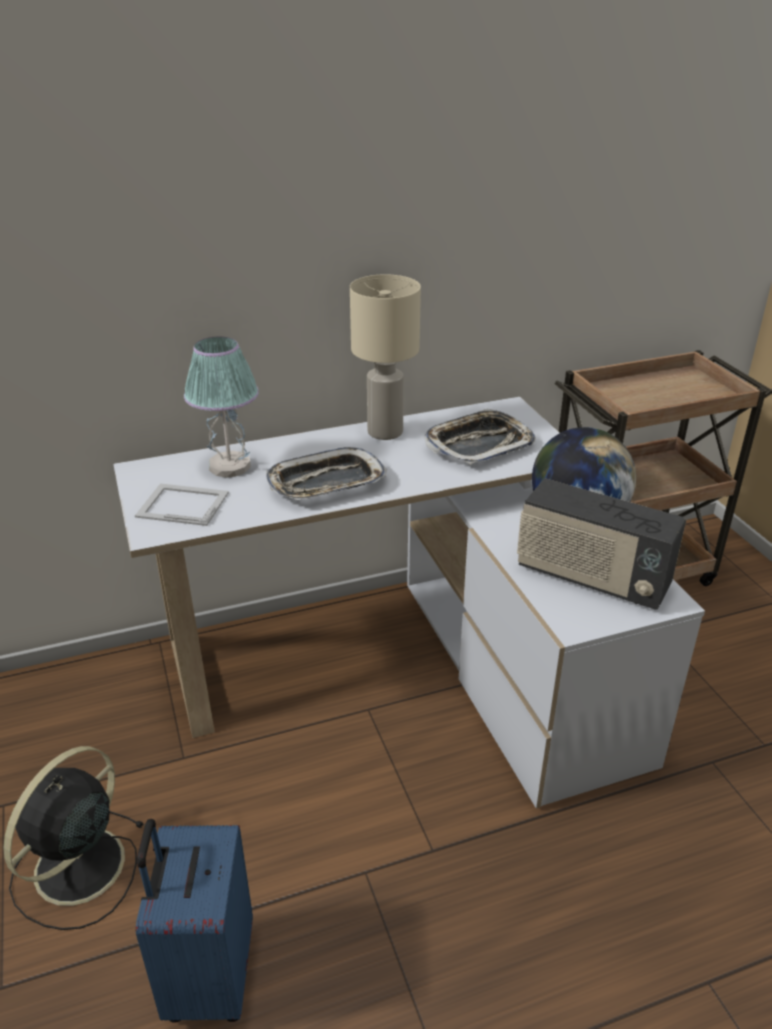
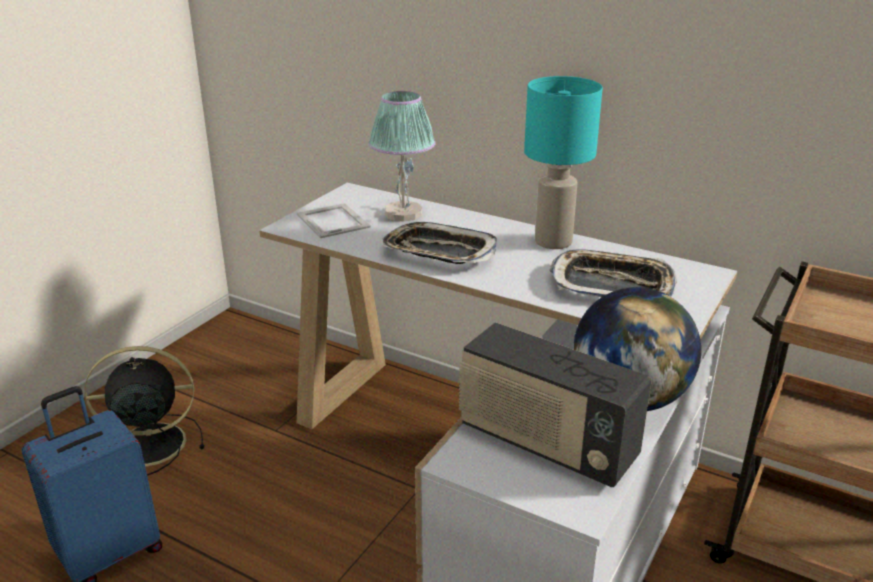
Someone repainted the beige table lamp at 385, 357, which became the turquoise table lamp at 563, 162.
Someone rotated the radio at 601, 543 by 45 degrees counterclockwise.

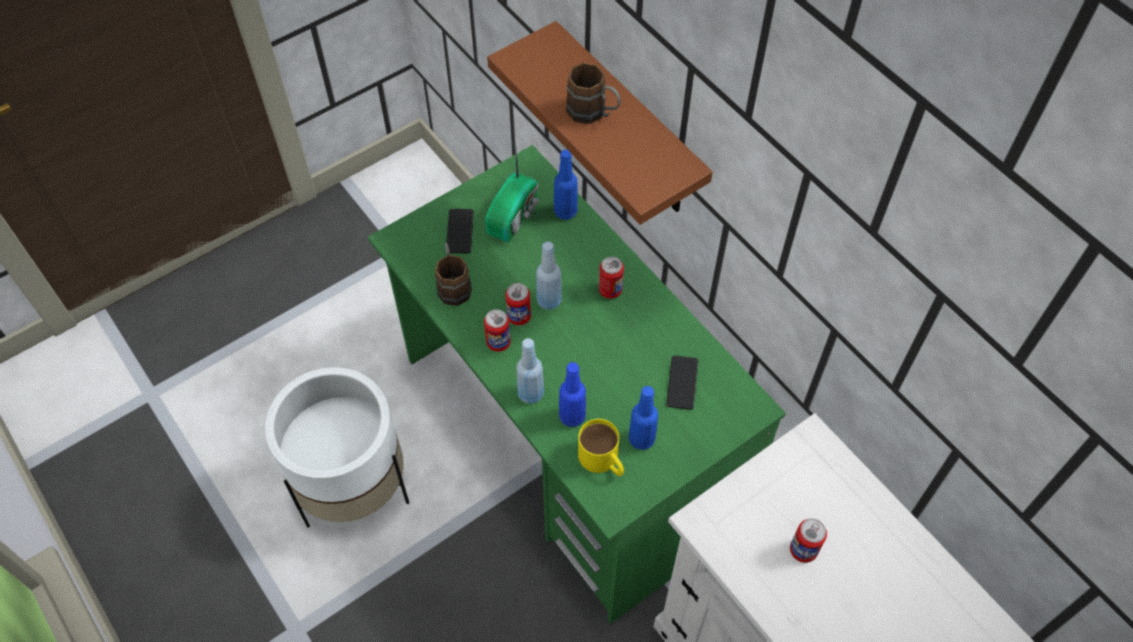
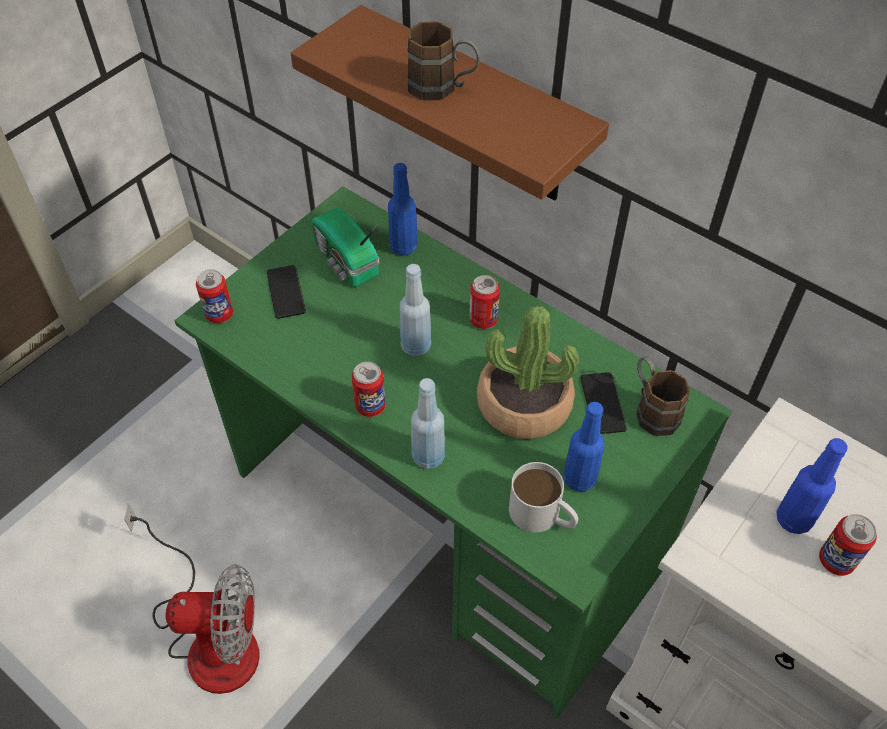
Someone put down the potted plant at 528, 372.
Someone carried the brown mug from 453, 274 to 663, 396.
Someone carried the can from 518, 304 to 214, 296.
Someone carried the blue bottle from 572, 394 to 812, 486.
Someone swapped the white planter at 337, 447 for the fan at 192, 598.
Someone repainted the yellow mug at 601, 447, which became the white mug at 543, 497.
Someone rotated the radio at 512, 192 by 135 degrees clockwise.

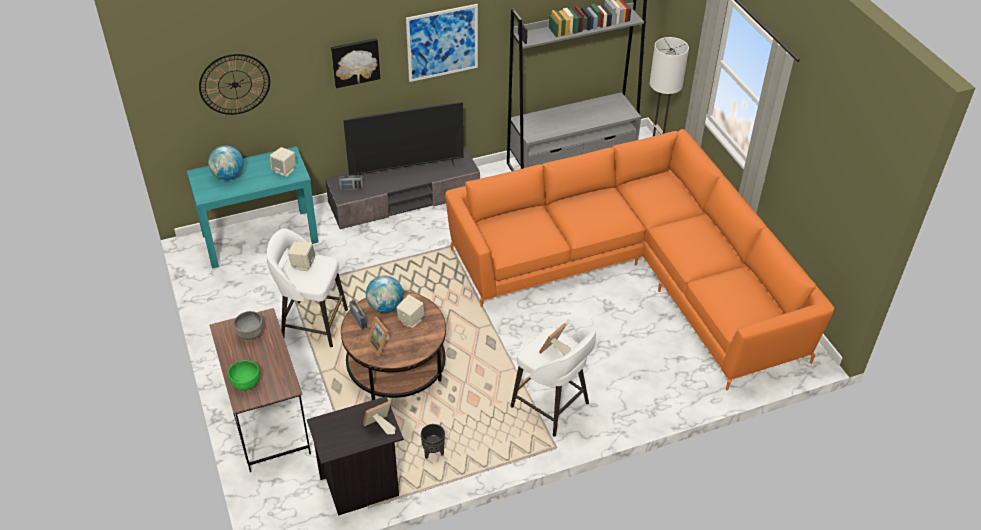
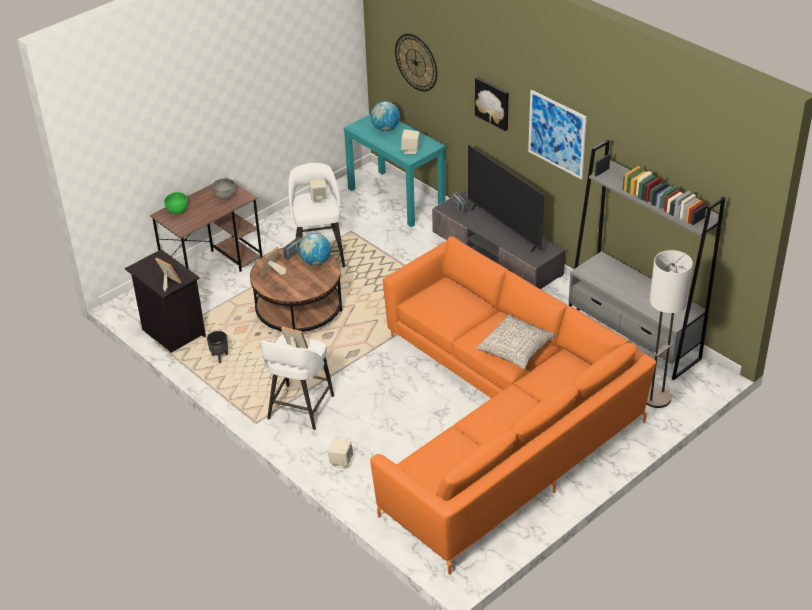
Someone put down the grey pillow at 516, 341.
Someone carried the beige speaker from 410, 311 to 340, 454.

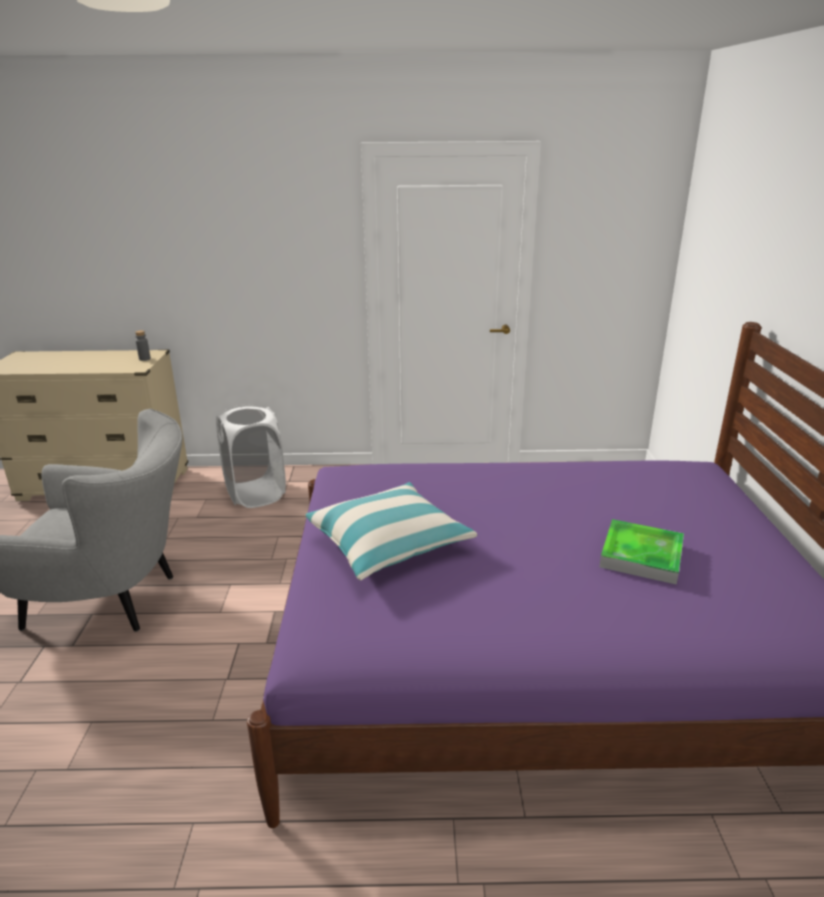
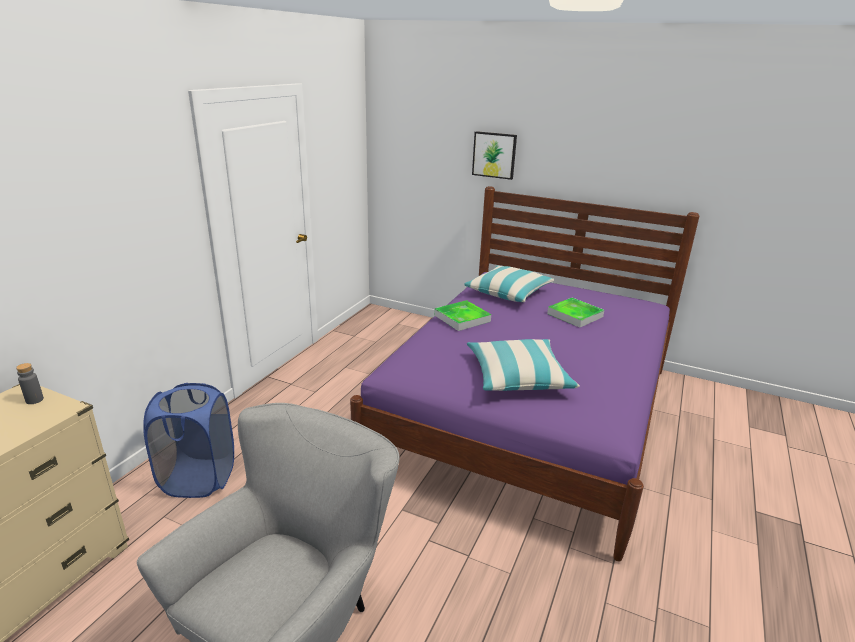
Someone put down the tray at 463, 315.
Someone put down the pillow at 509, 284.
Someone put up the picture at 494, 155.
Someone repainted the white laundry basket at 251, 456, which became the blue laundry basket at 188, 440.

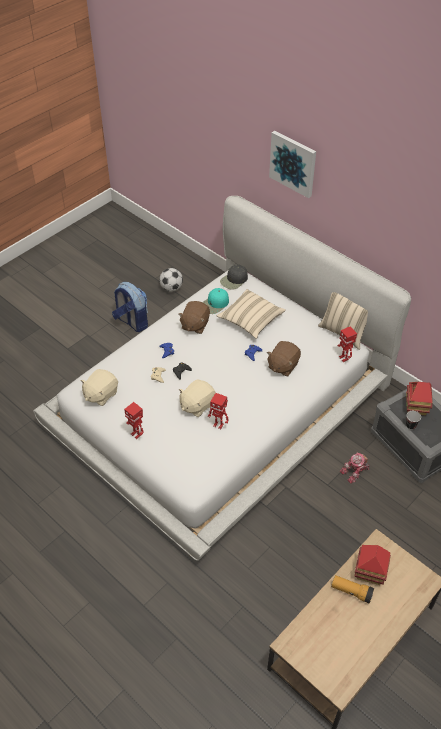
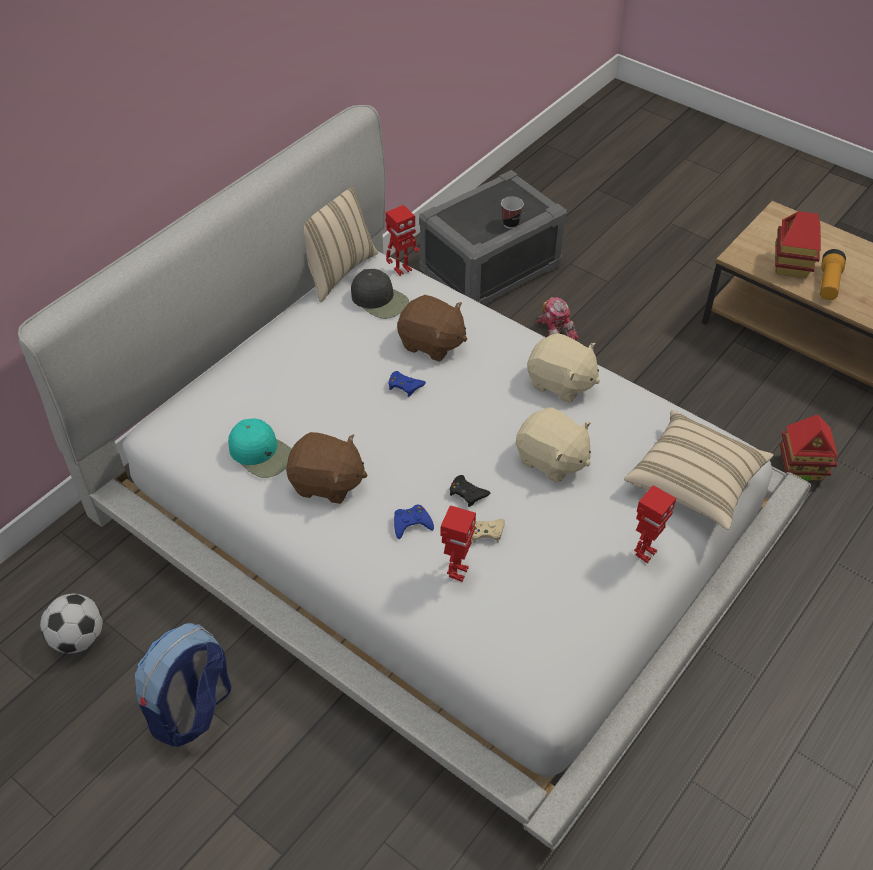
Someone took away the picture at 292, 164.
Someone carried the beige plush toy from 99, 387 to 563, 368.
Someone carried the toy robot from 218, 411 to 458, 543.
Someone carried the beige pillow from 251, 314 to 698, 470.
Someone carried the black cap from 234, 276 to 380, 294.
Someone carried the toy house from 419, 398 to 809, 447.

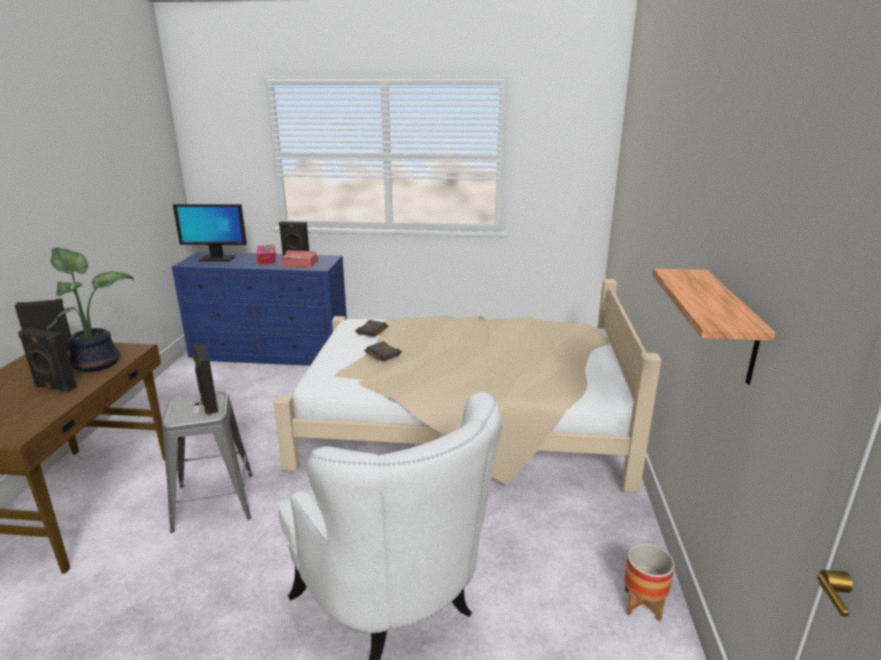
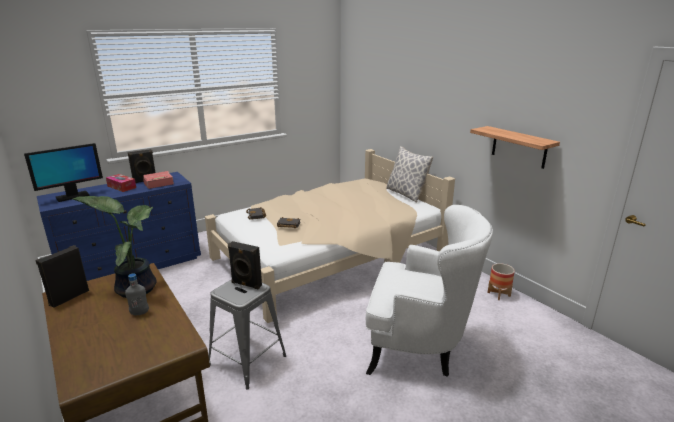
Someone put down the pillow at 409, 174.
Someone swapped the black speaker at 47, 360 for the grey bottle at 137, 294.

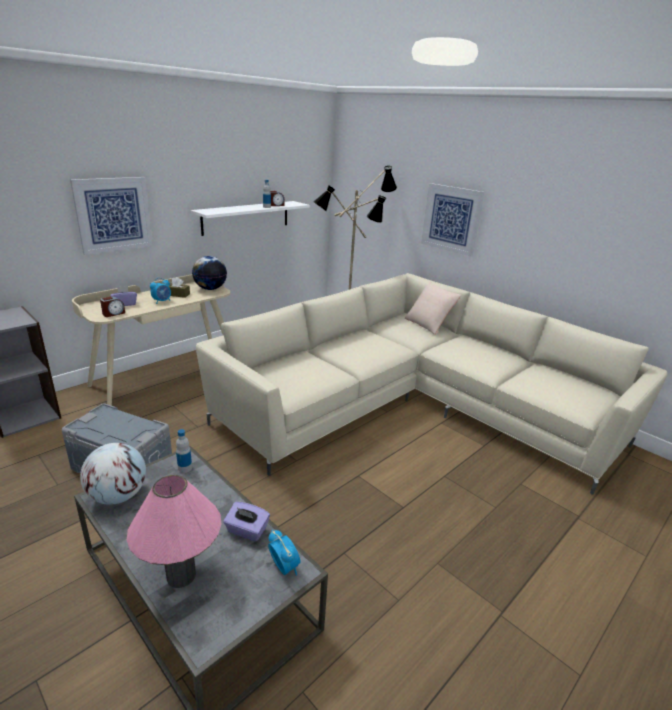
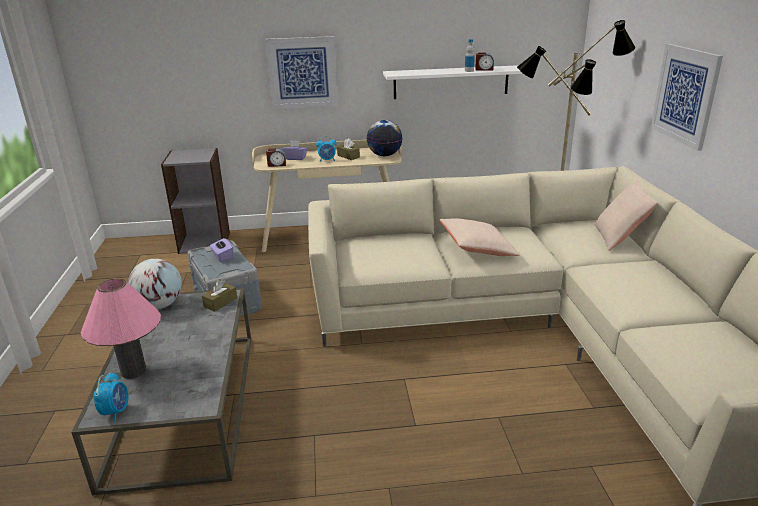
Someone put down the beige pillow at 480, 237.
Someone carried the purple tissue box from 246, 522 to 222, 250.
Someone carried the alarm clock from 284, 553 to 110, 397.
Someone swapped the bottle at 184, 451 for the brown tissue box at 219, 296.

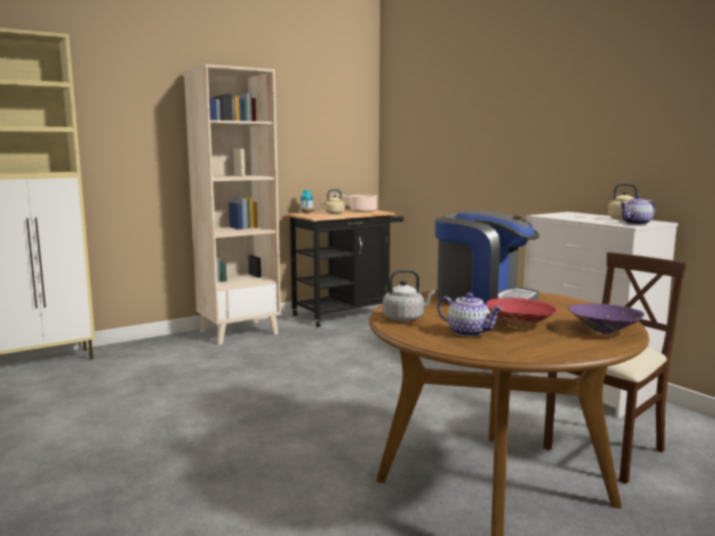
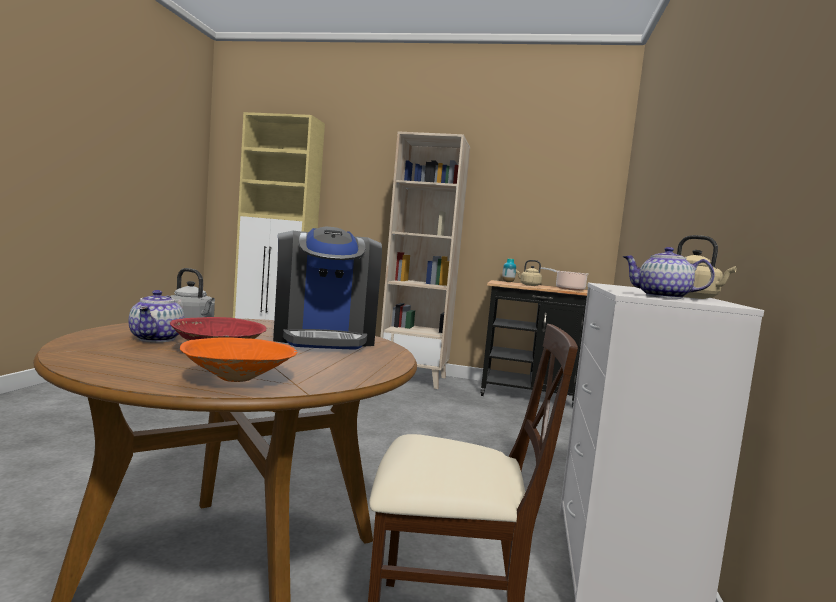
Someone repainted the purple bowl at 606, 318, which became the orange bowl at 238, 359.

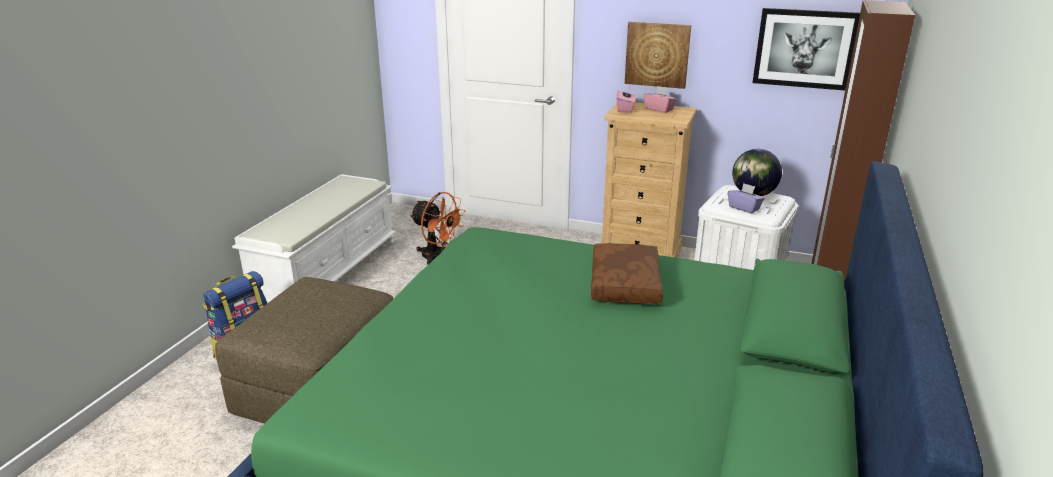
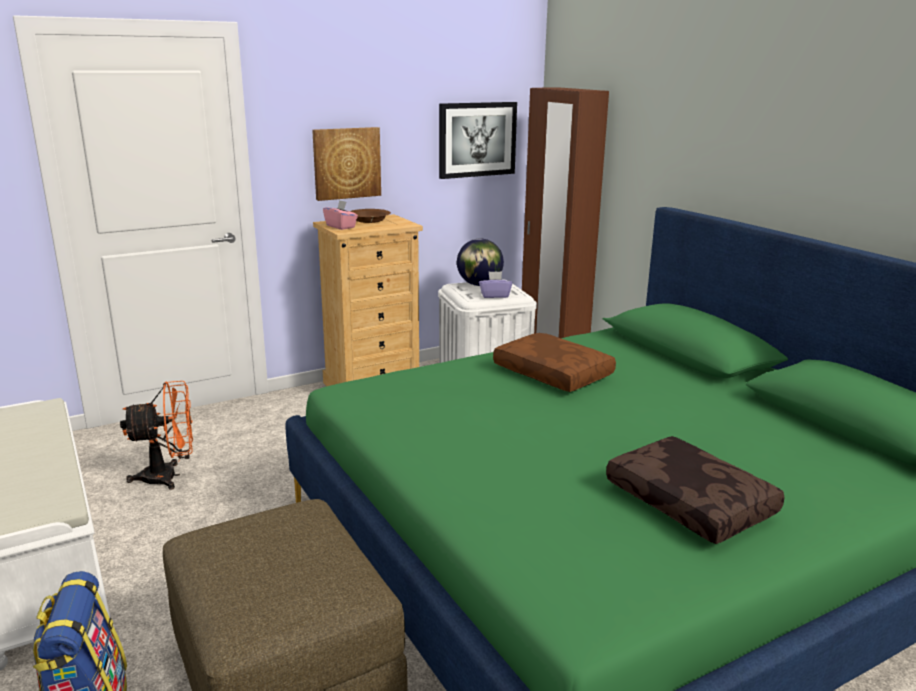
Someone put down the brown pillow at 695, 490.
Someone swapped the pink tissue box at 660, 99 for the brown bowl at 370, 216.

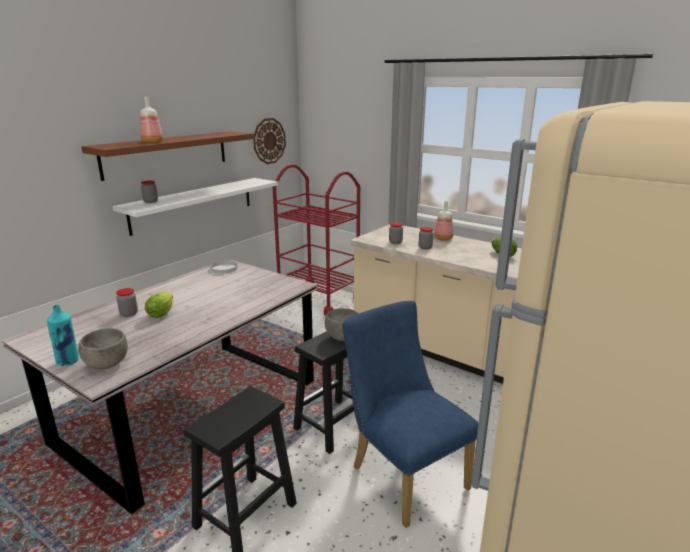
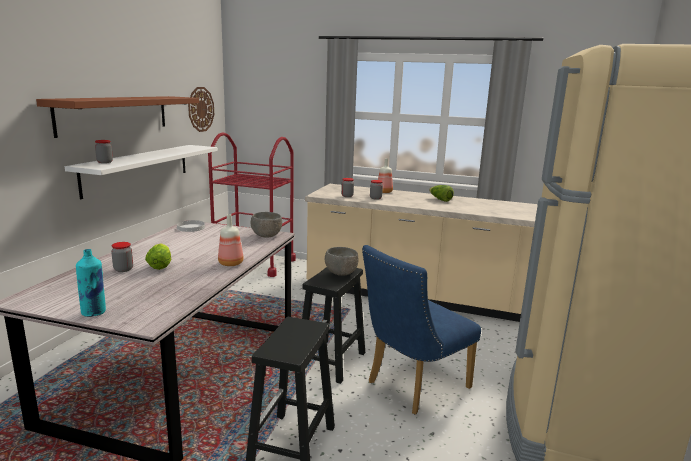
Someone carried the grey bowl from 103, 348 to 266, 225.
Someone carried the bottle from 151, 120 to 231, 240.
Someone rotated the blue chair at 410, 414 by 75 degrees counterclockwise.

